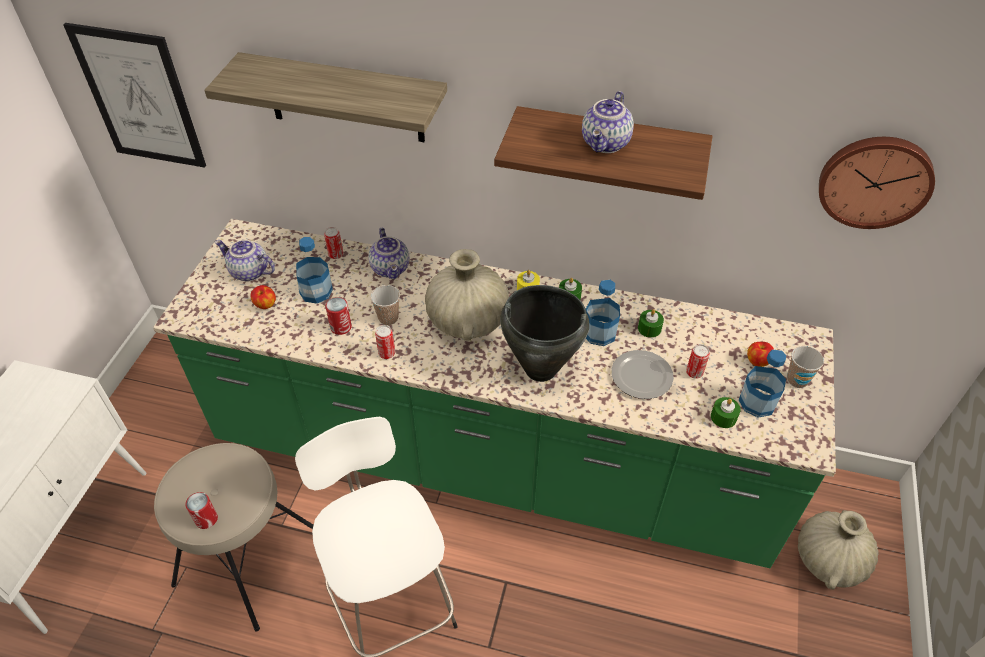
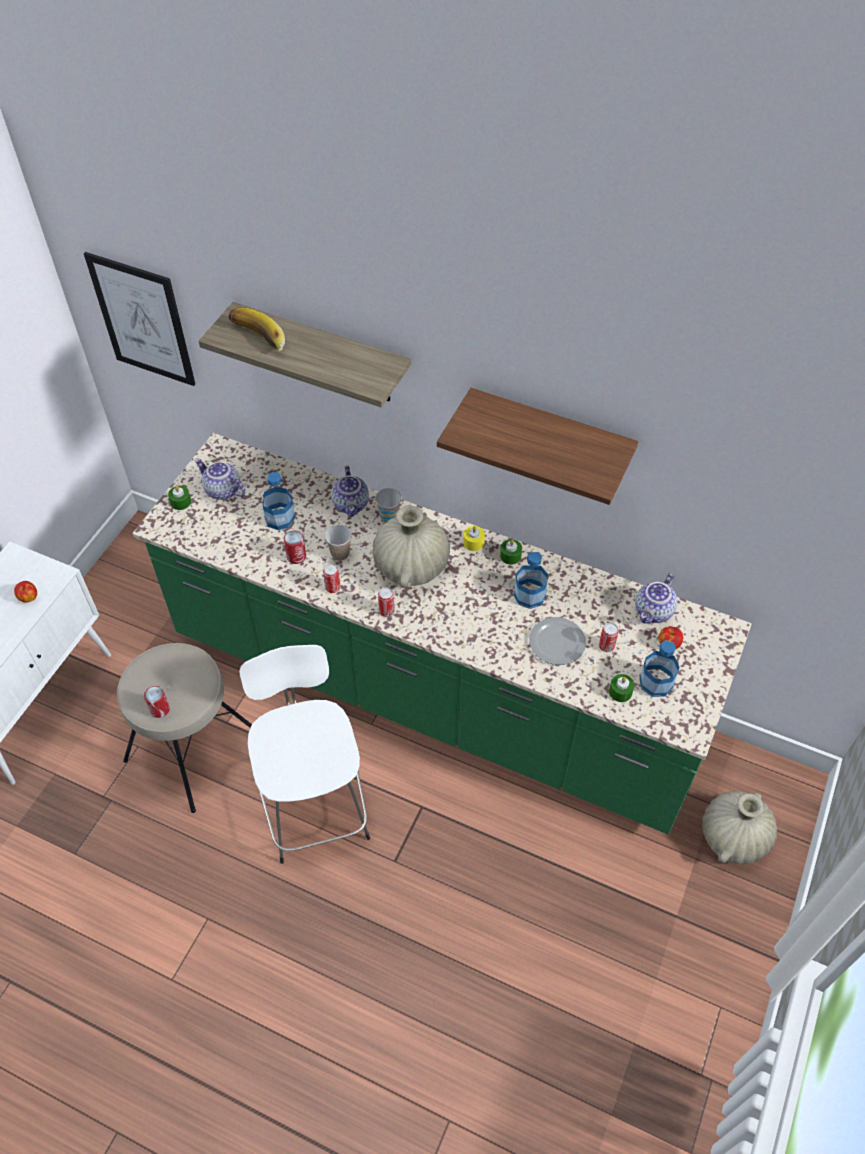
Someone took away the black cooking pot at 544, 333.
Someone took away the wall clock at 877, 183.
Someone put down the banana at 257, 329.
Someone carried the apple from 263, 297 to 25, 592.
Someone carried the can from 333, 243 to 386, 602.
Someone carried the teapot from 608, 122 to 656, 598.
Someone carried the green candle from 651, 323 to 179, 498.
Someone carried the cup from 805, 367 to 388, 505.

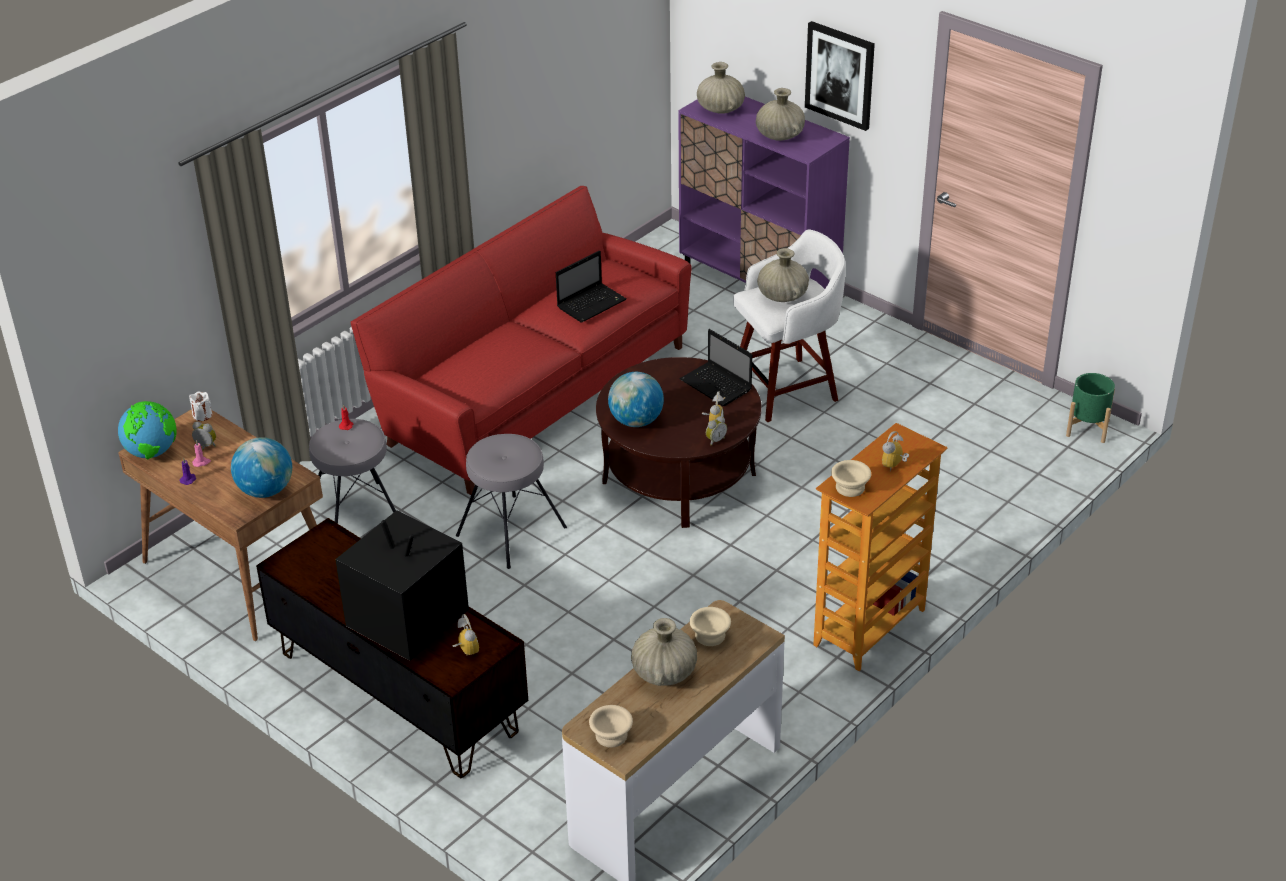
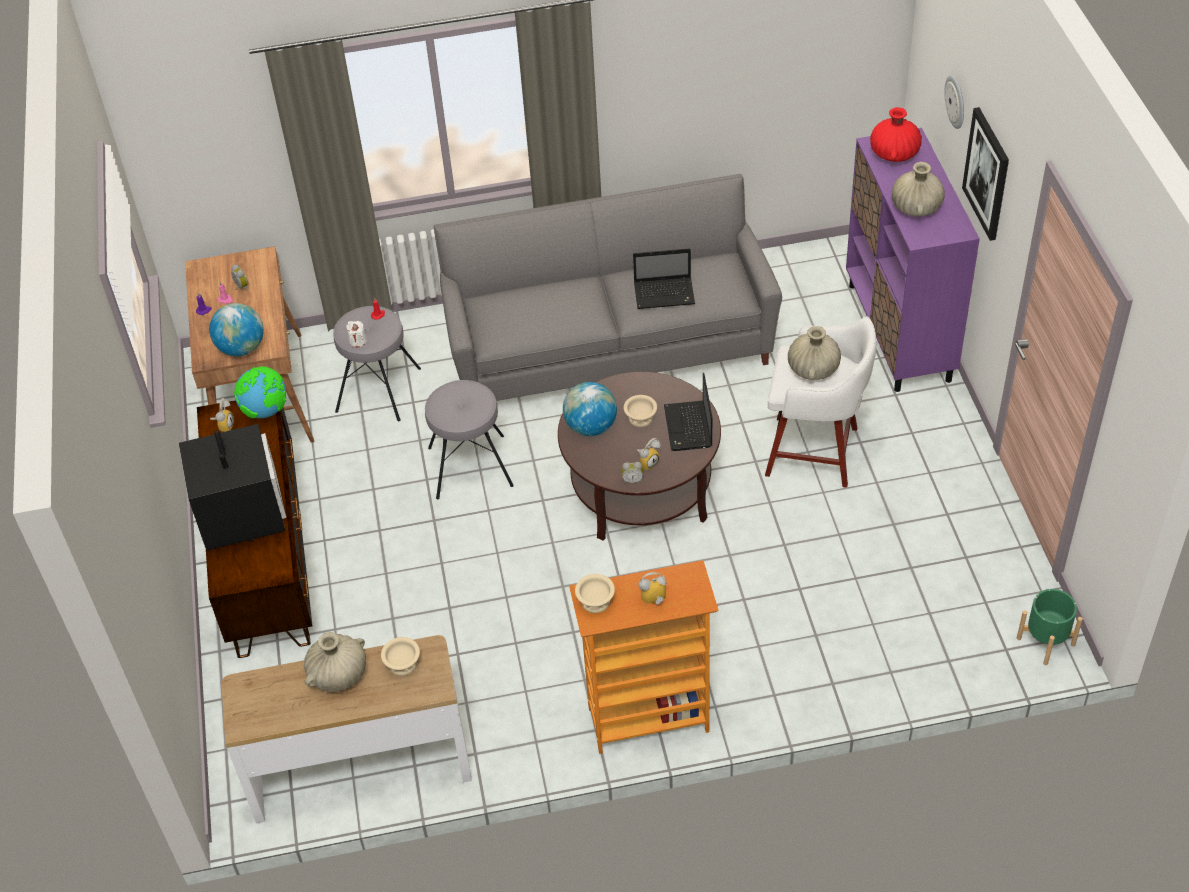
Someone put up the wall clock at 954, 102.
Someone carried the globe from 147, 430 to 260, 392.
Someone carried the white candle from 200, 406 to 356, 334.
Someone carried the alarm clock from 465, 634 to 222, 415.
Someone carried the beige bowl from 611, 726 to 640, 411.
Someone repainted the red sofa at 521, 340, which became the grey sofa at 608, 287.
Someone repainted the beige vase at 721, 88, which became the red vase at 896, 134.

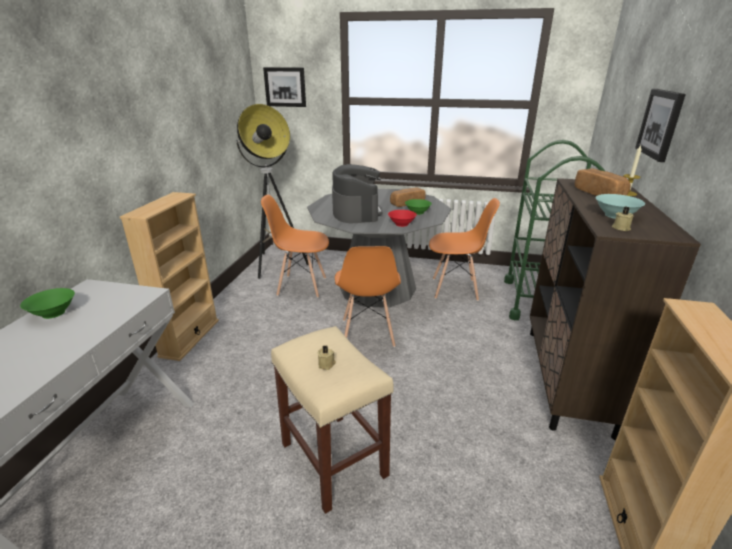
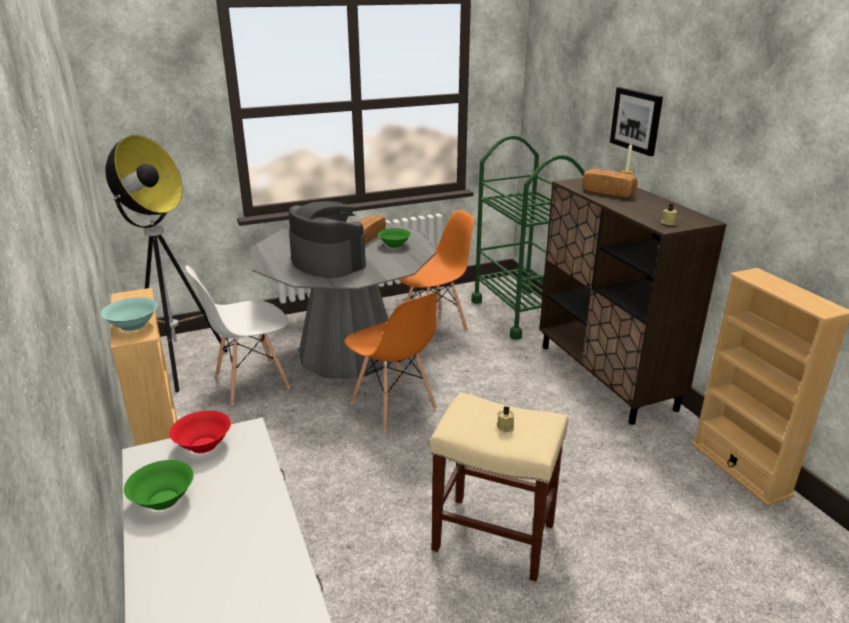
Someone took away the picture at 284, 87.
Someone carried the red bowl from 402, 218 to 200, 432.
Someone carried the turquoise bowl from 620, 206 to 129, 314.
Someone repainted the orange chair at 295, 246, which became the white chair at 238, 335.

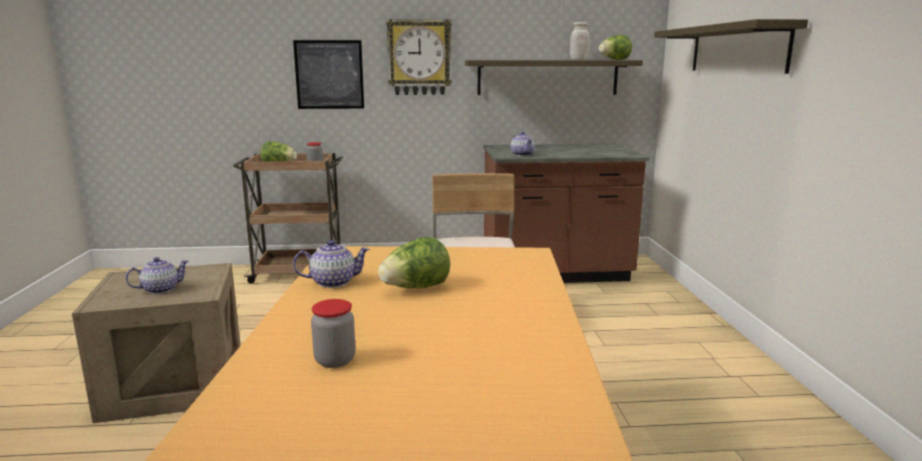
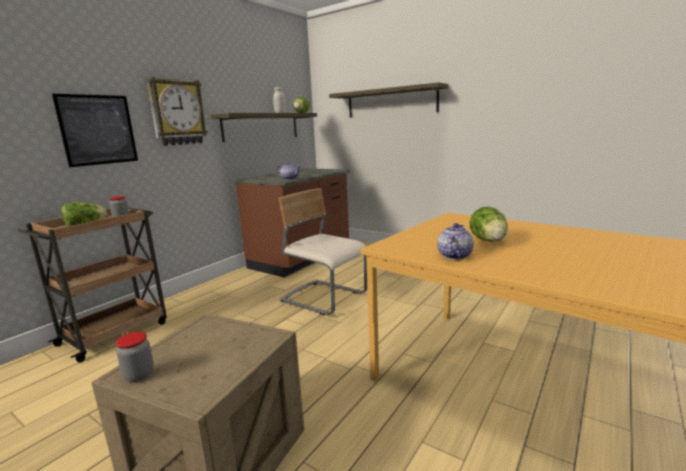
Someone took away the teapot at 157, 275.
Someone carried the jar from 333, 333 to 135, 357.

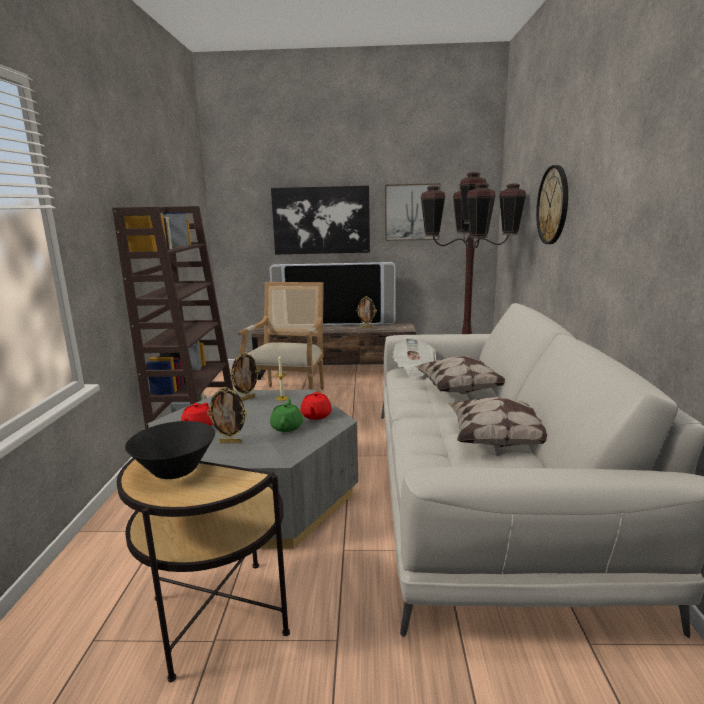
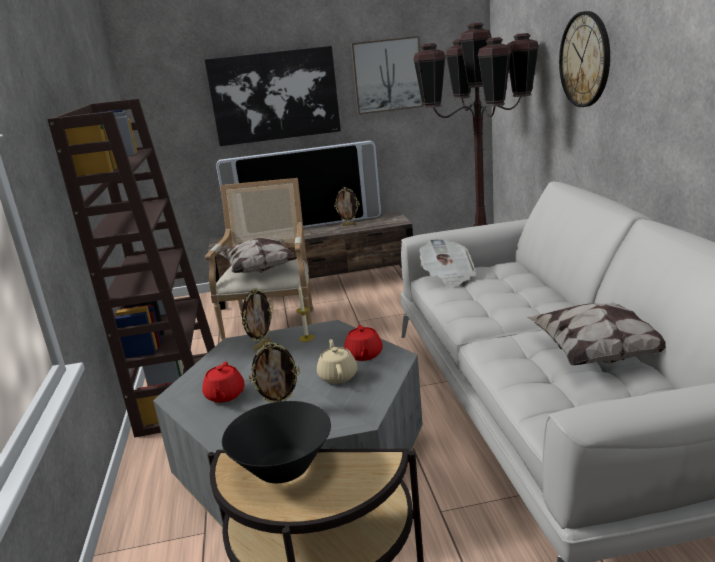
Someone carried the pillow from 459, 375 to 258, 255.
Someone repainted the green teapot at 286, 415, which became the beige teapot at 337, 361.

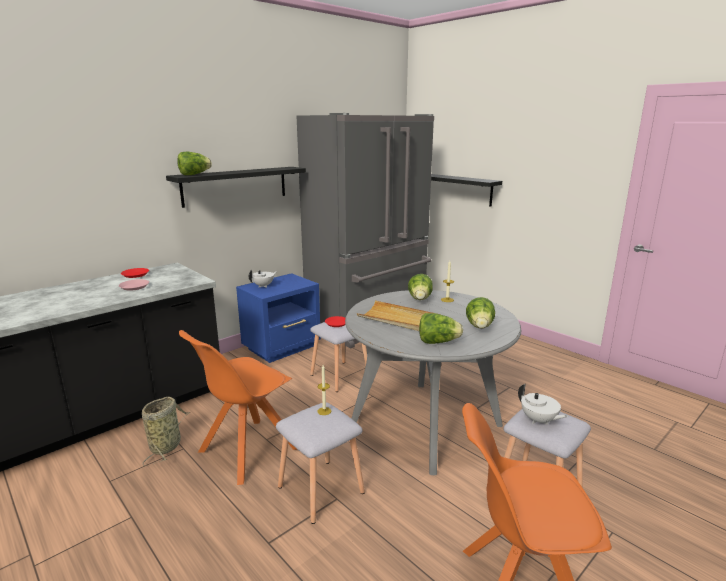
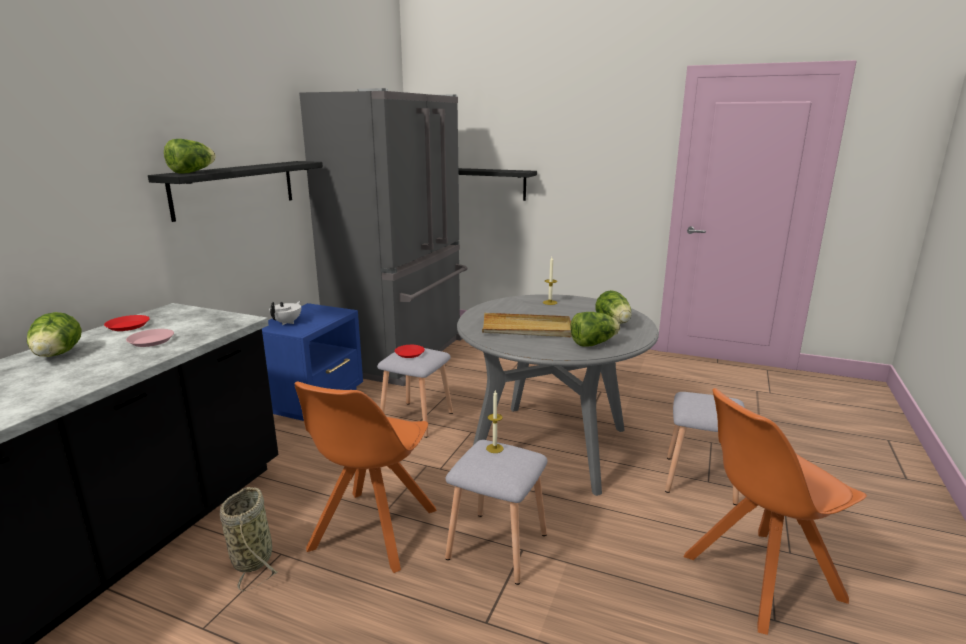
Someone took away the white teapot at 543, 404.
Someone carried the lettuce from 420, 287 to 54, 334.

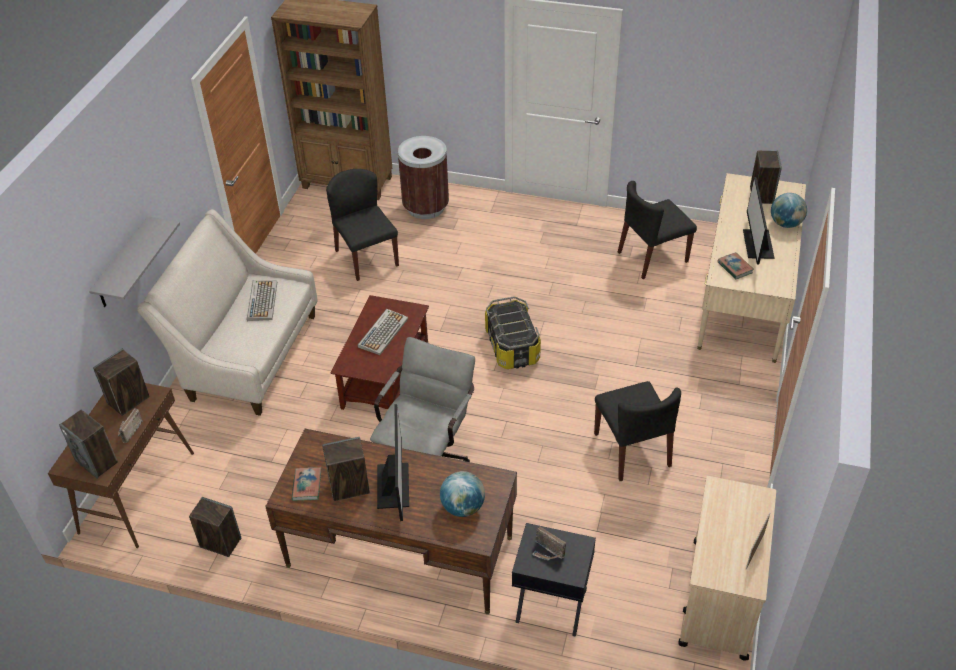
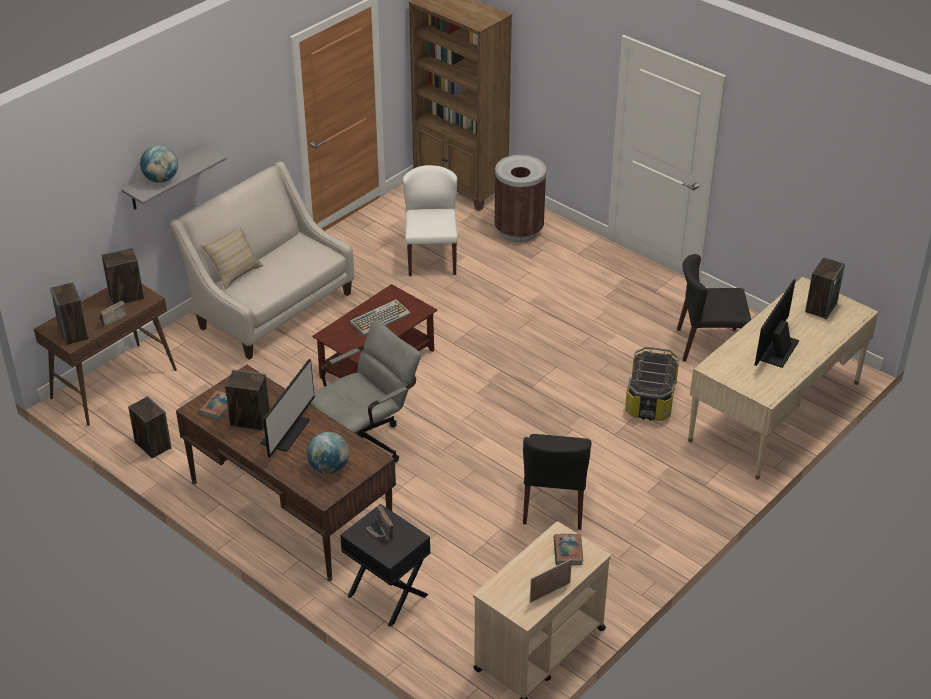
Someone took away the keyboard at 262, 300.
Someone put down the beige pillow at 232, 258.
Someone carried the storage box from 513, 332 to 652, 384.
Someone carried the book from 735, 266 to 568, 549.
Someone carried the globe from 789, 210 to 159, 164.
Someone repainted the black chair at 362, 225, which became the white chair at 430, 220.

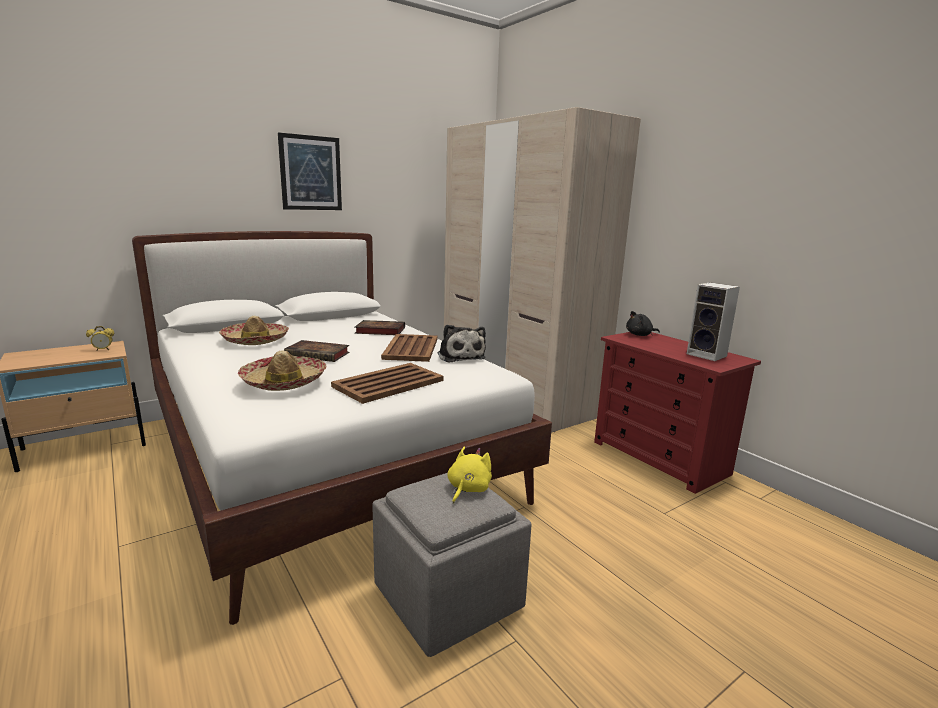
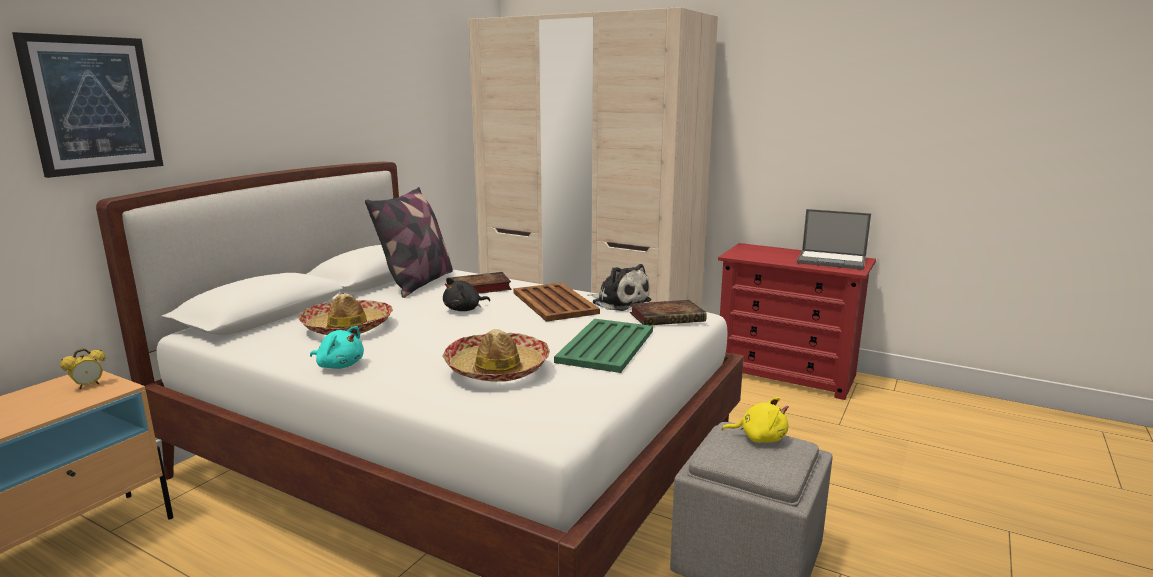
Someone put down the turquoise plush toy at 337, 347.
Someone put down the pillow at 409, 242.
Someone carried the picture from 310, 171 to 87, 105.
Someone carried the book from 316, 351 to 668, 312.
Someone carried the black plush toy from 643, 323 to 466, 294.
Someone swapped the speaker at 713, 321 for the laptop at 834, 239.
Someone repainted the brown tray at 387, 383, which became the green tray at 603, 346.
Someone rotated the yellow plush toy at 469, 475 by 105 degrees clockwise.

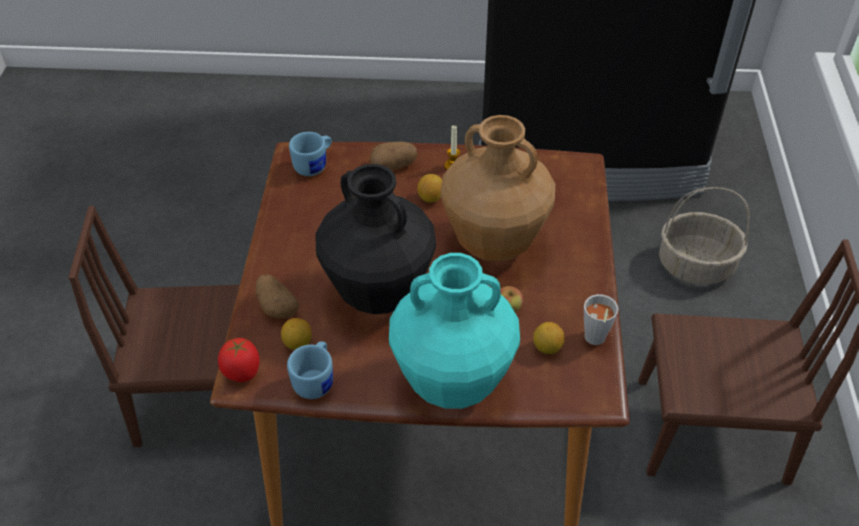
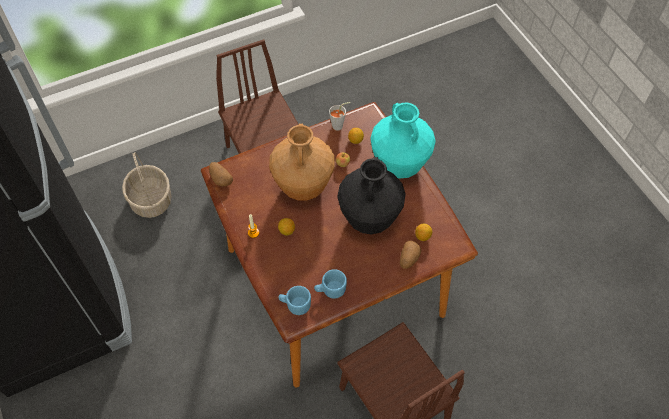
Someone took away the tomato at 239, 360.
Someone carried the blue mug from 310, 370 to 330, 284.
Someone carried the potato from 393, 156 to 221, 174.

